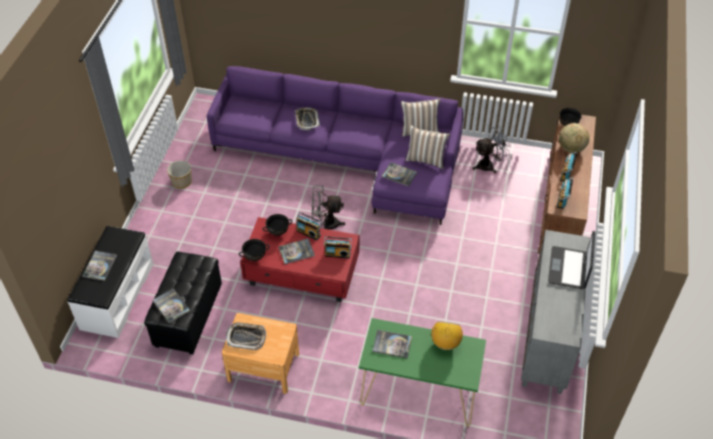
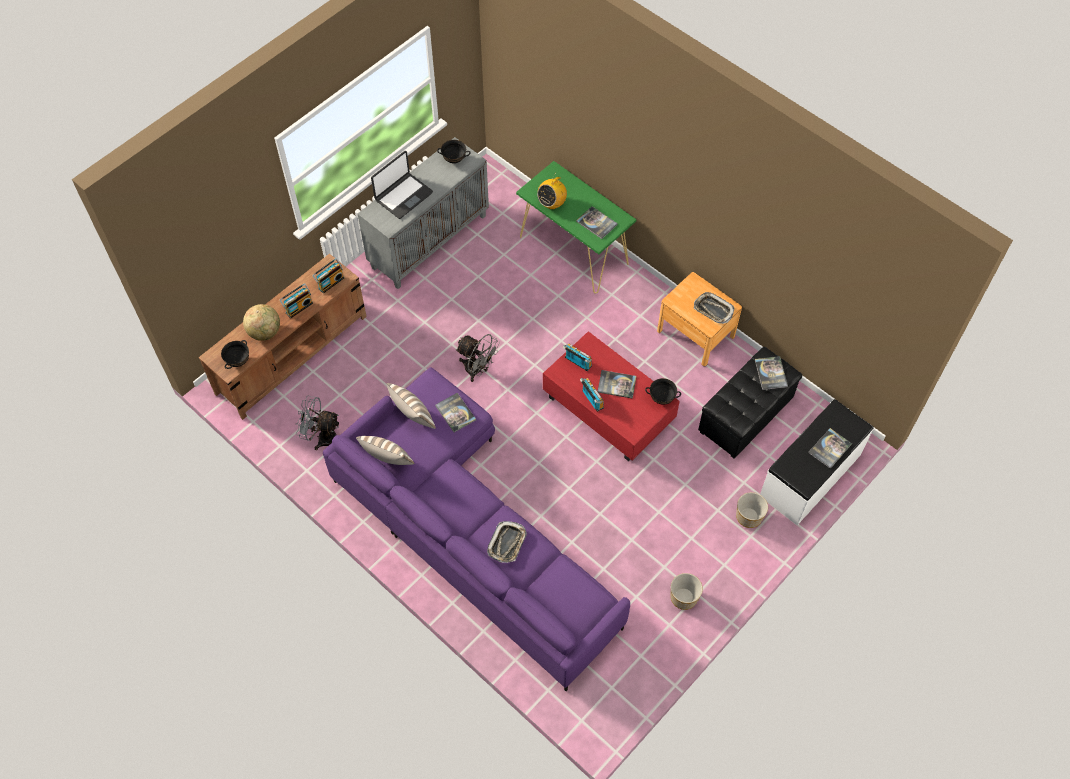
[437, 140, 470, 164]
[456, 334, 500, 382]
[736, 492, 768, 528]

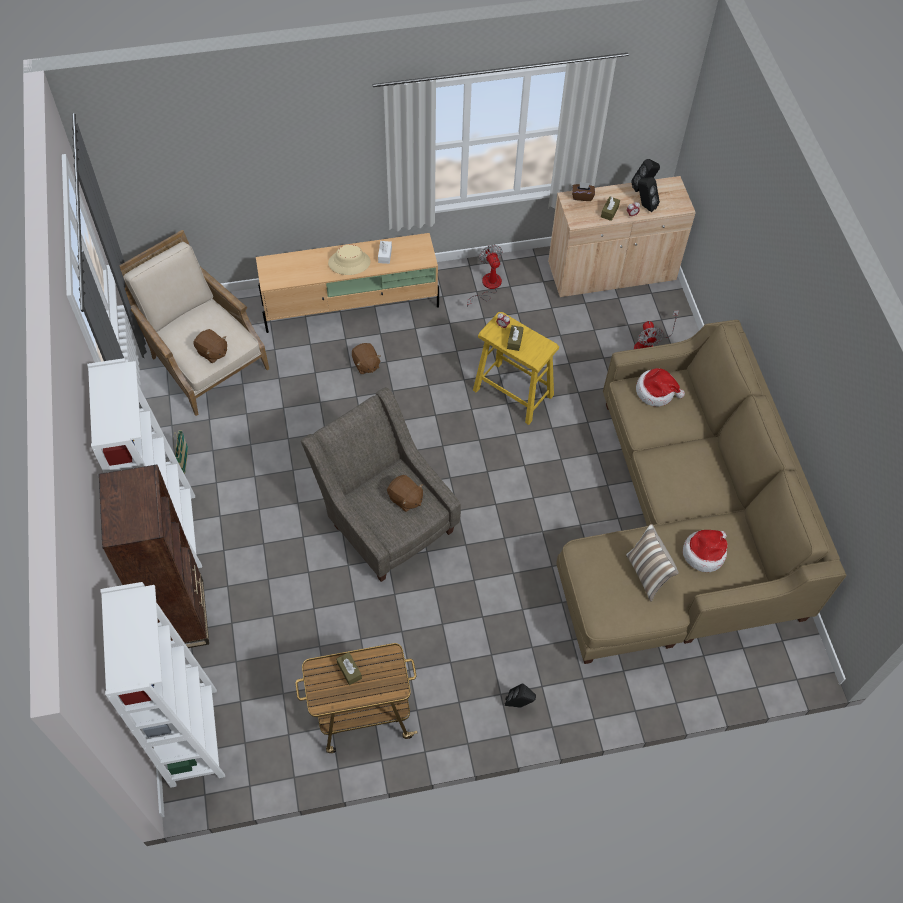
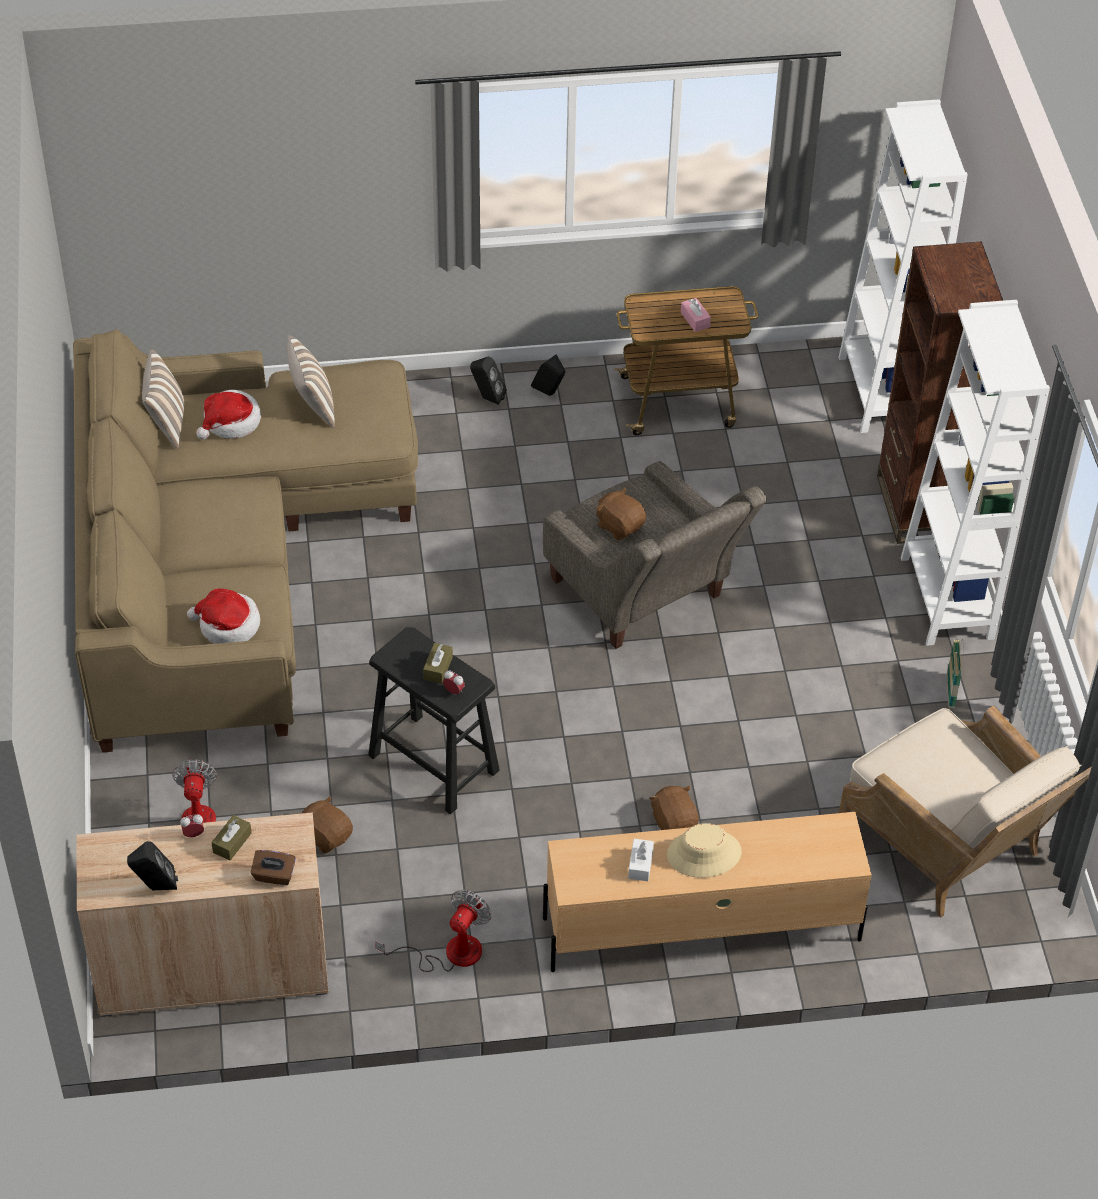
[302, 796, 353, 853]
[681, 298, 711, 332]
[375, 890, 491, 972]
[368, 627, 500, 814]
[531, 354, 565, 396]
[142, 349, 184, 449]

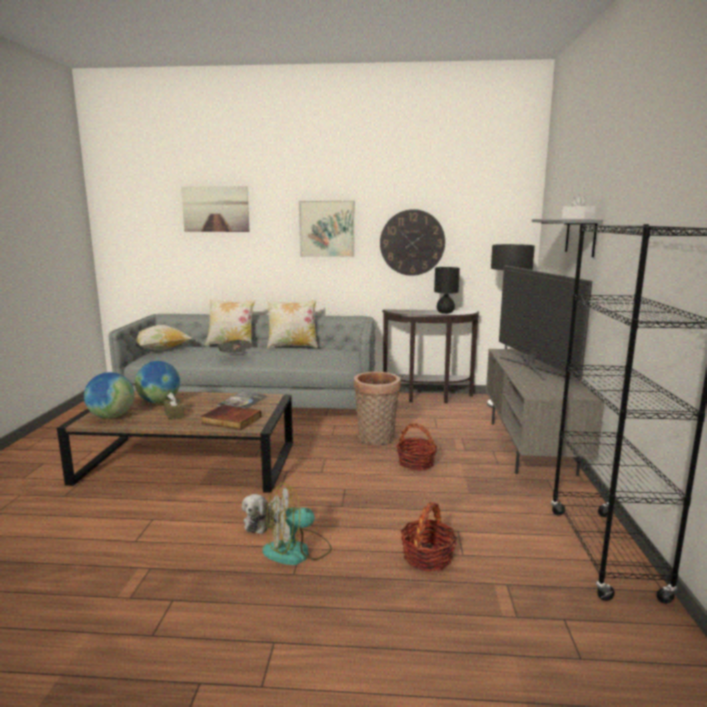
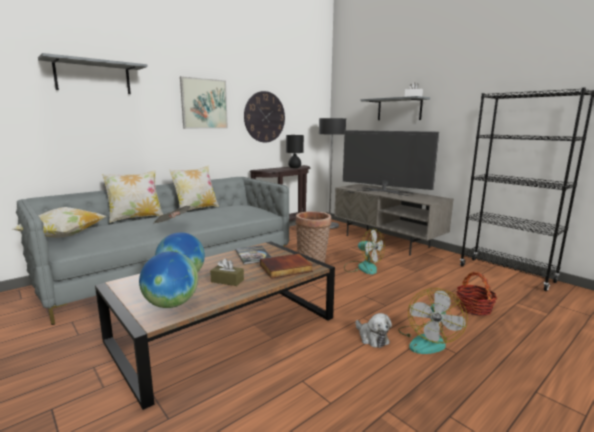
[38, 53, 148, 94]
[344, 229, 385, 274]

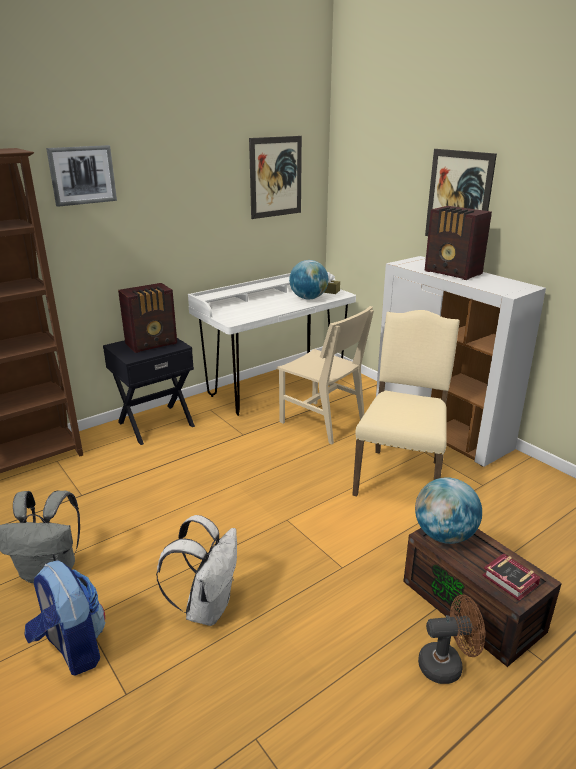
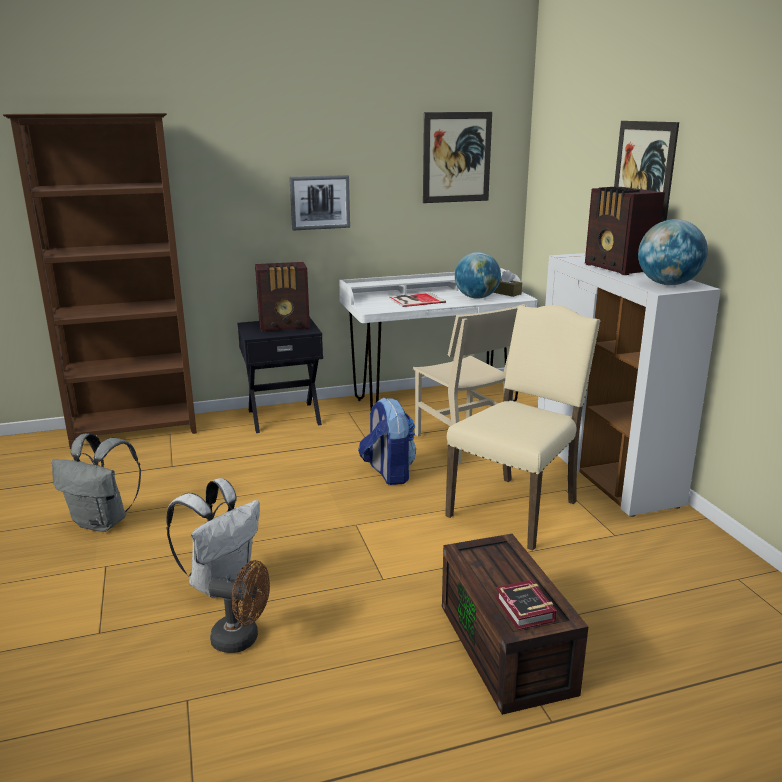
[358, 398, 416, 485]
[289, 175, 350, 230]
[638, 219, 708, 285]
[209, 560, 270, 653]
[389, 293, 446, 307]

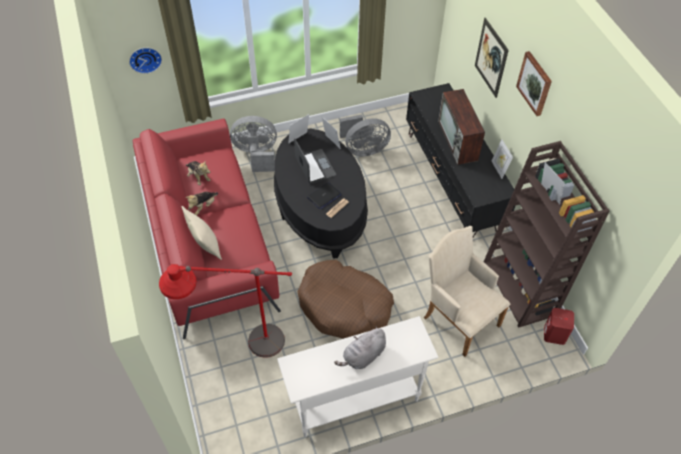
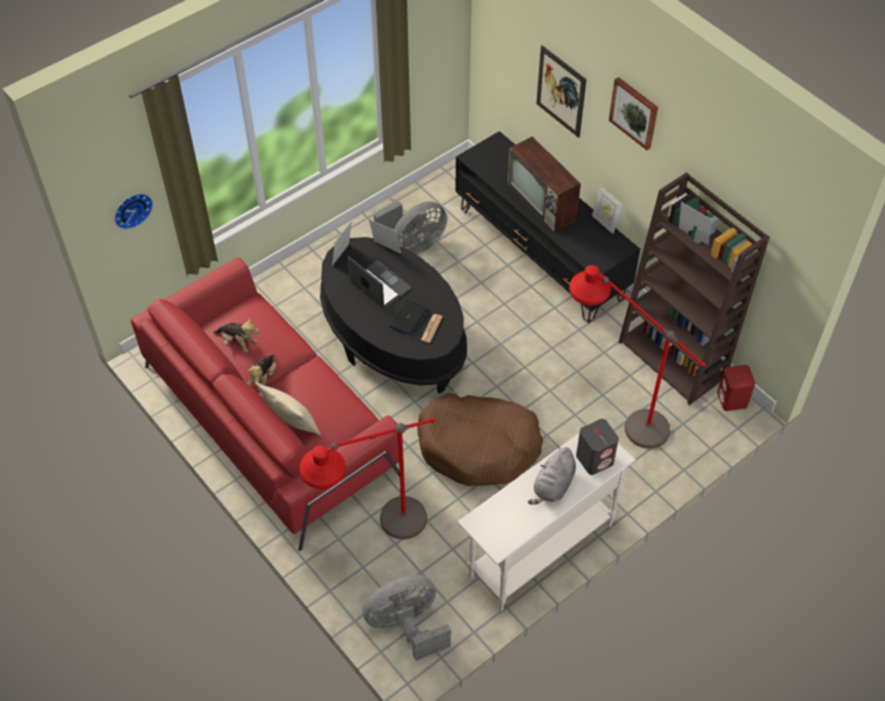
[362, 575, 451, 661]
[569, 265, 706, 449]
[576, 419, 619, 475]

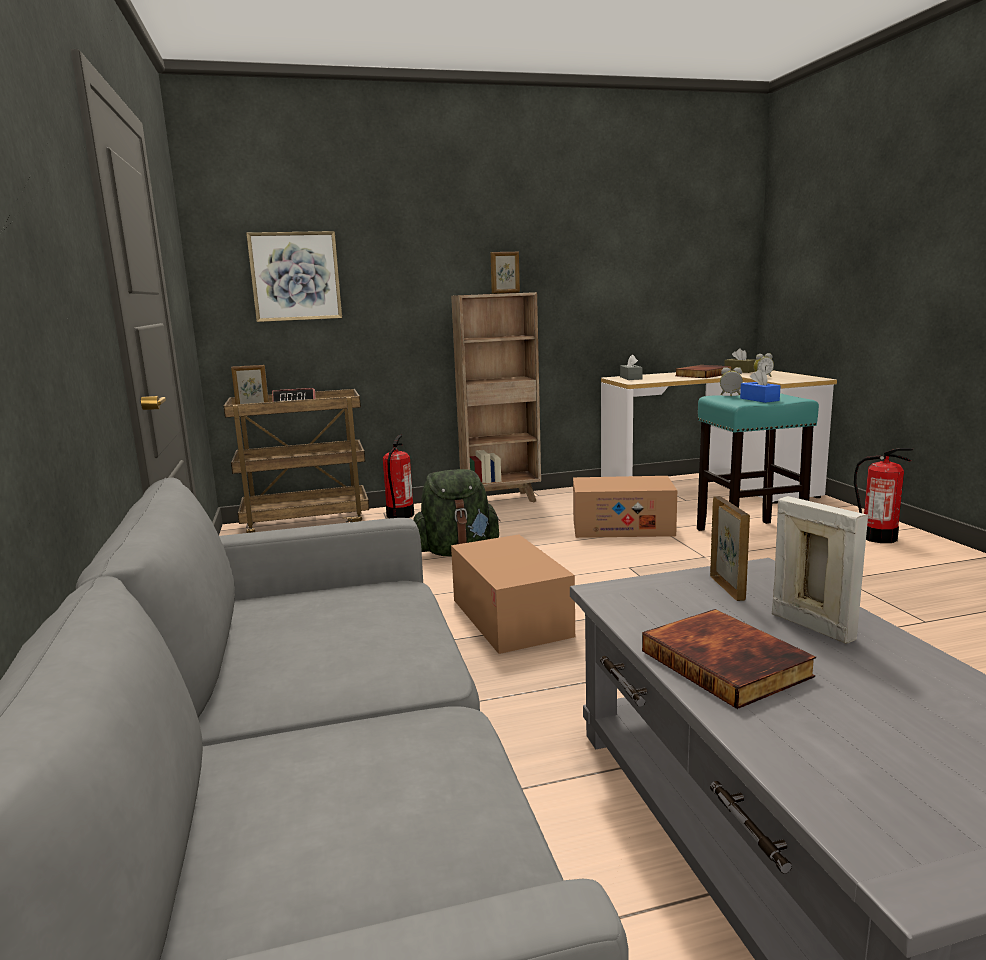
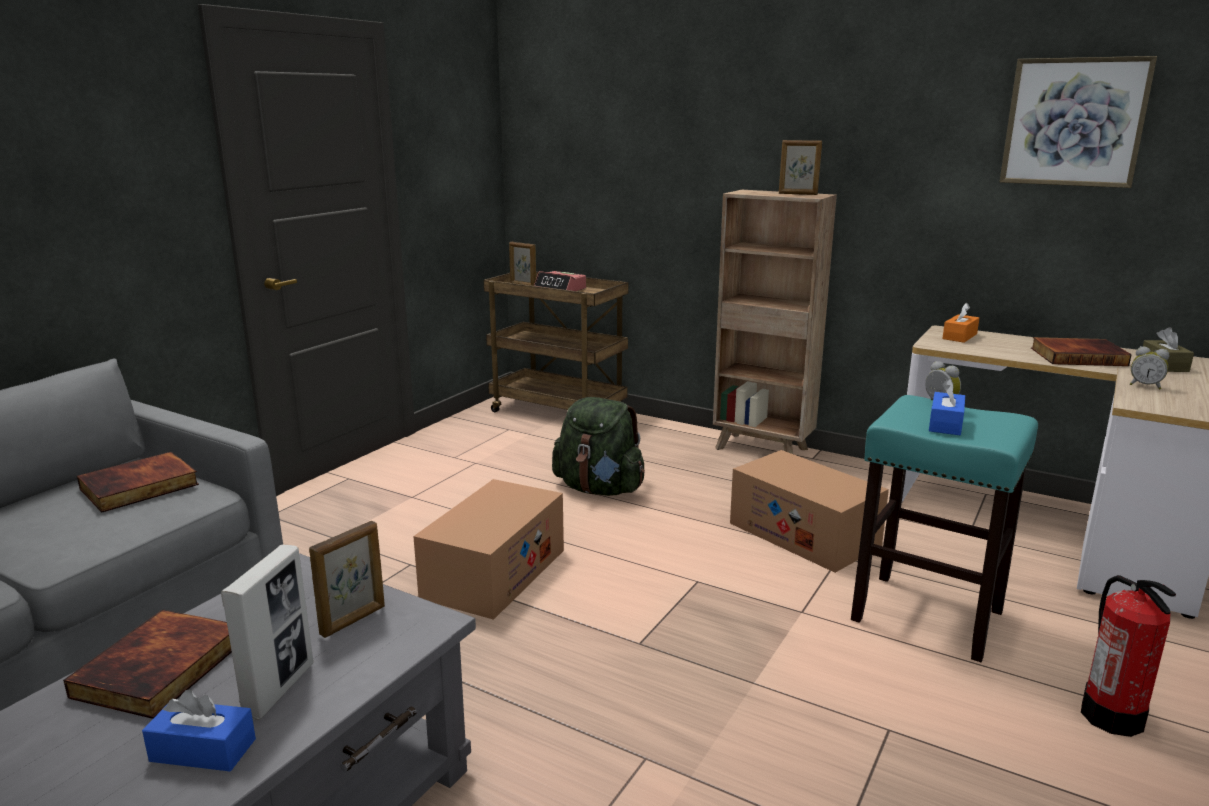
[1000, 56, 1157, 188]
[383, 435, 414, 518] (first image)
[942, 303, 979, 343]
[77, 452, 199, 513]
[142, 690, 256, 772]

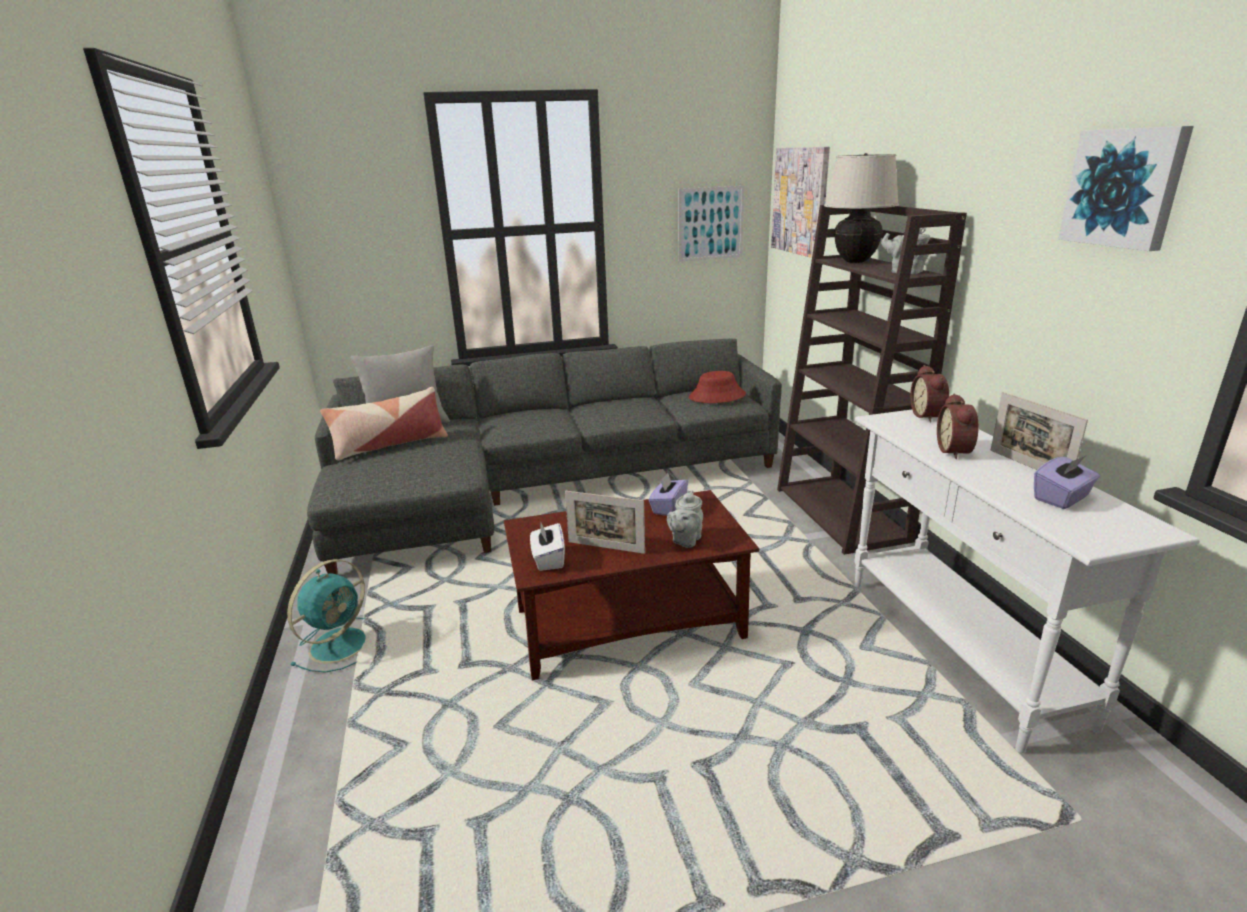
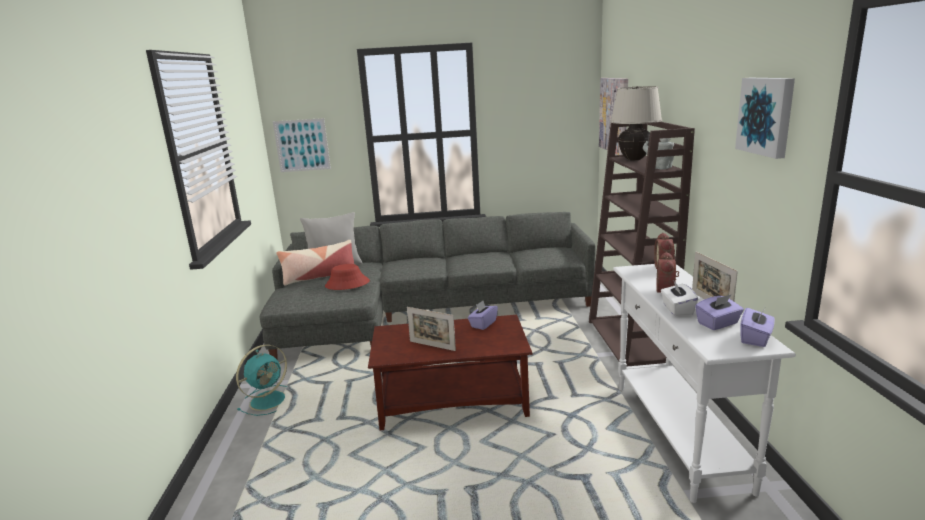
[661, 280, 698, 316]
[667, 490, 703, 548] (first image)
[273, 118, 331, 172]
[325, 264, 370, 290]
[740, 308, 775, 347]

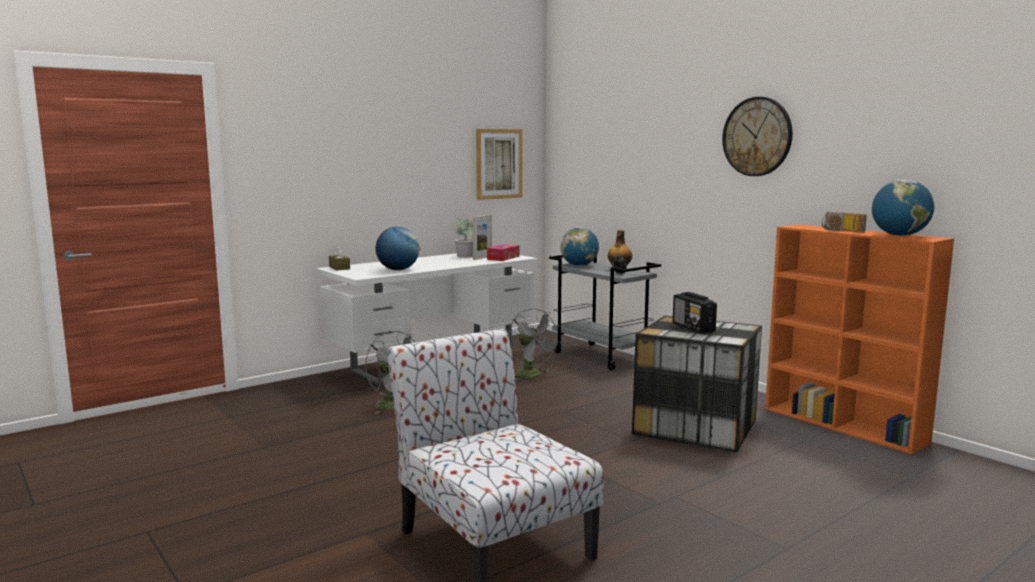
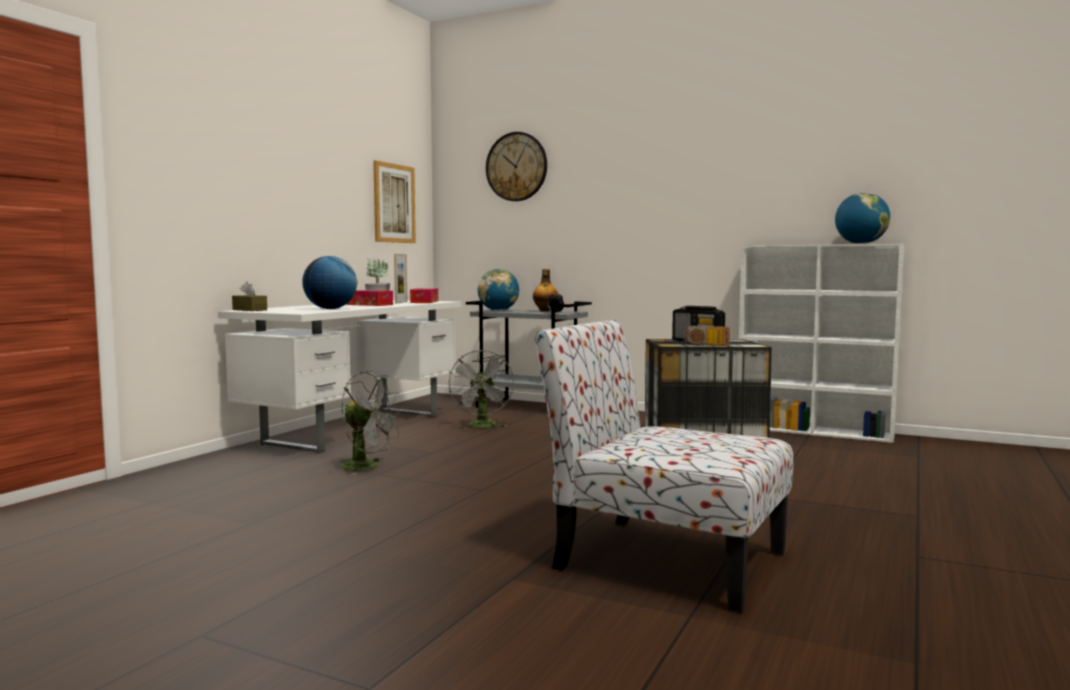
[449, 350, 514, 428]
[486, 132, 547, 201]
[739, 243, 904, 443]
[683, 326, 730, 346]
[347, 290, 393, 306]

